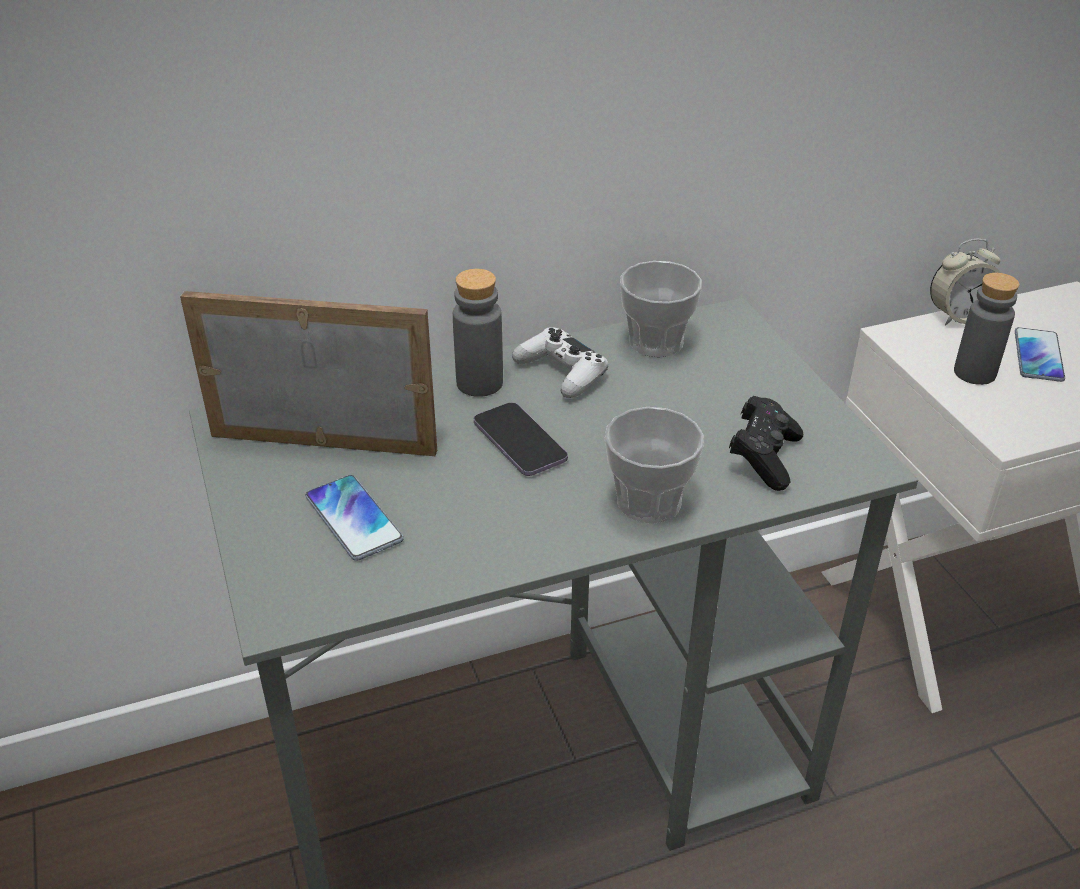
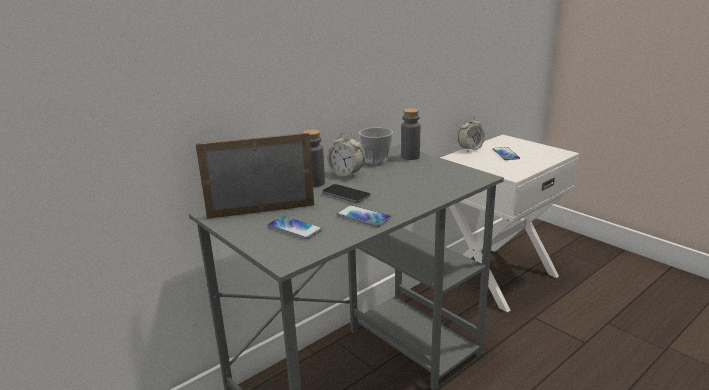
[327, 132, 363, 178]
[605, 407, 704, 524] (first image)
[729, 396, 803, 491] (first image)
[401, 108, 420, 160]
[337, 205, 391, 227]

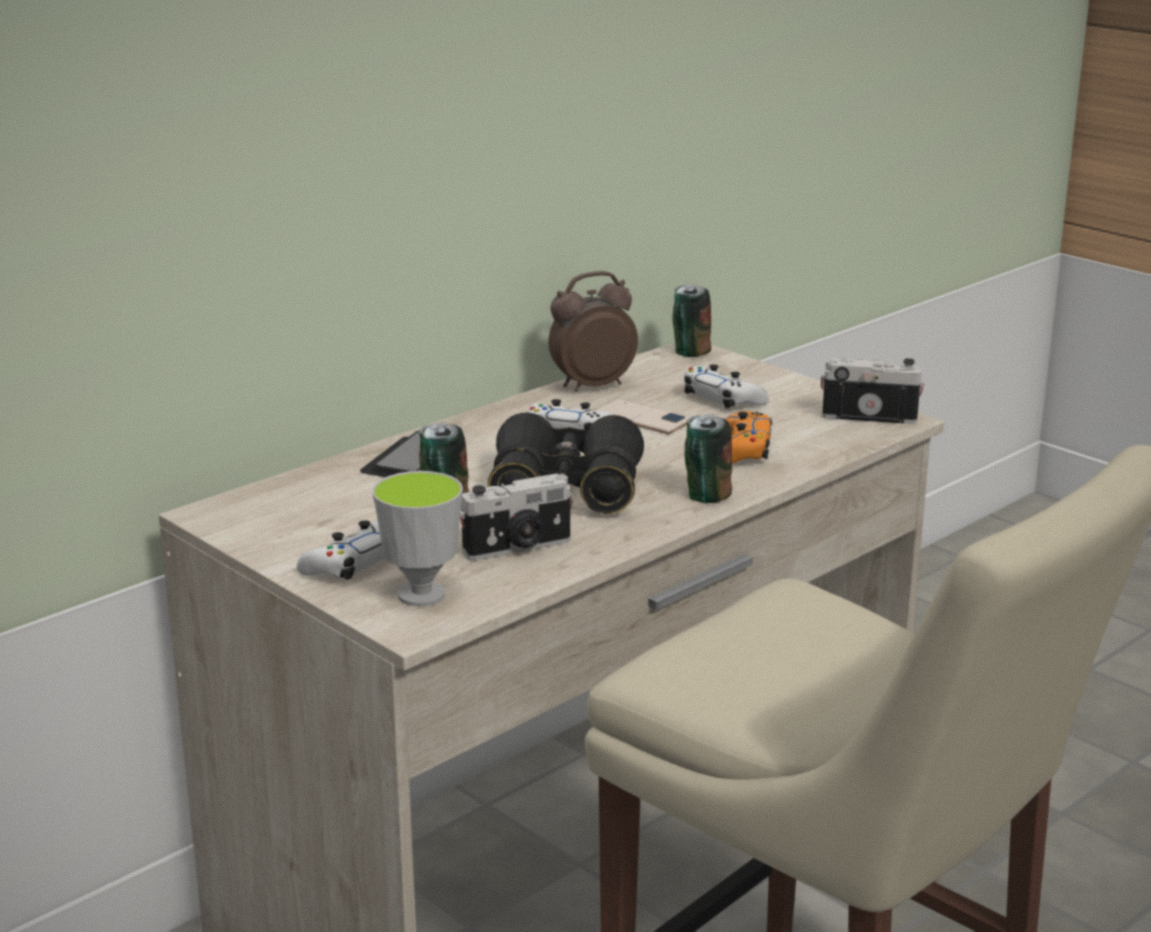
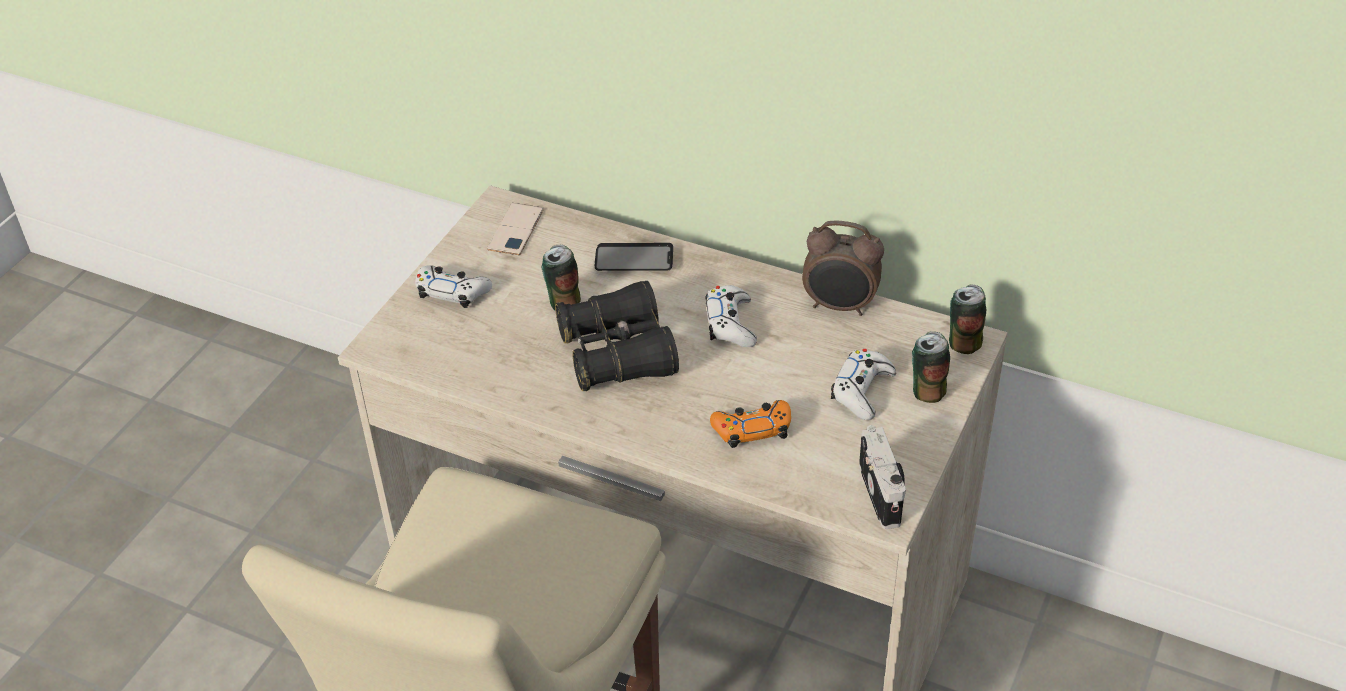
[372, 471, 463, 606] (first image)
[460, 473, 573, 561] (first image)
[802, 220, 884, 316]
[487, 203, 544, 255]
[912, 331, 950, 403]

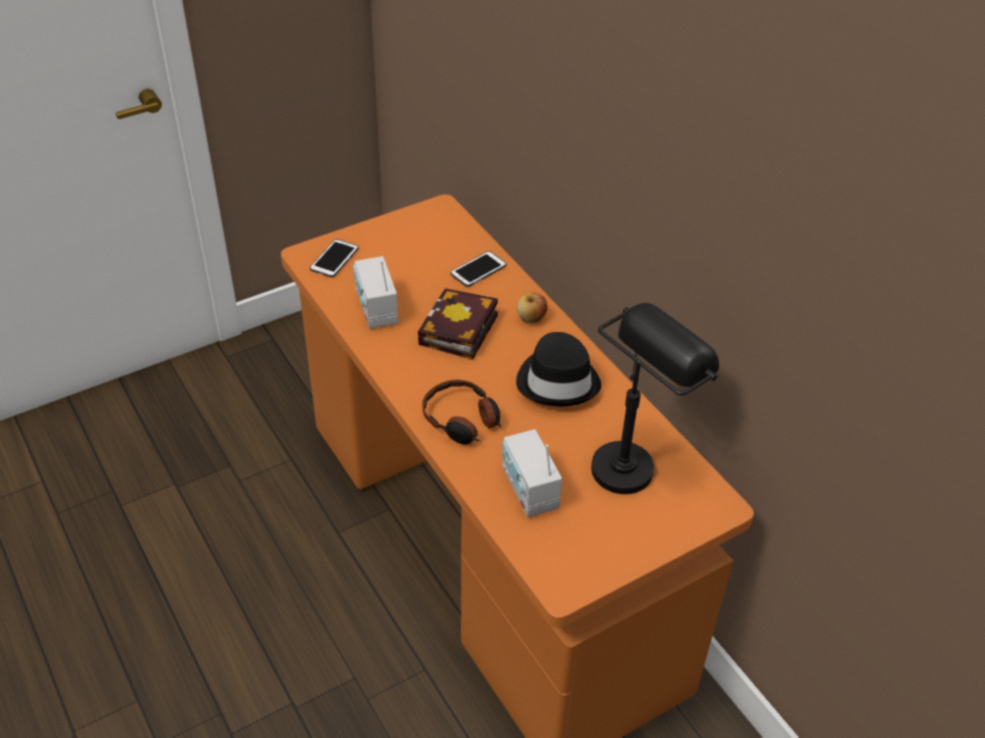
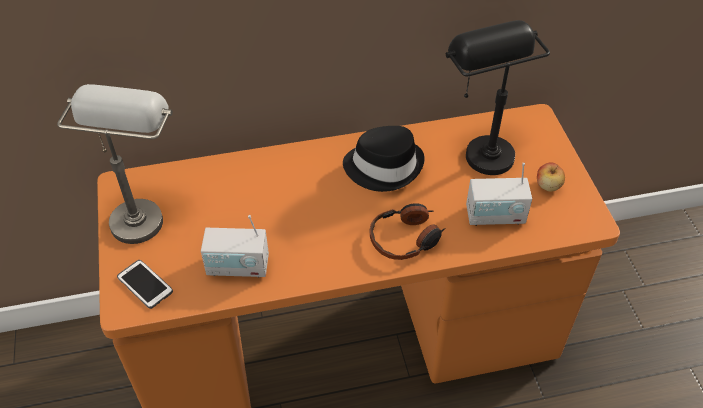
[418, 288, 498, 360] (first image)
[450, 251, 506, 287] (first image)
[537, 162, 565, 192]
[57, 84, 173, 244]

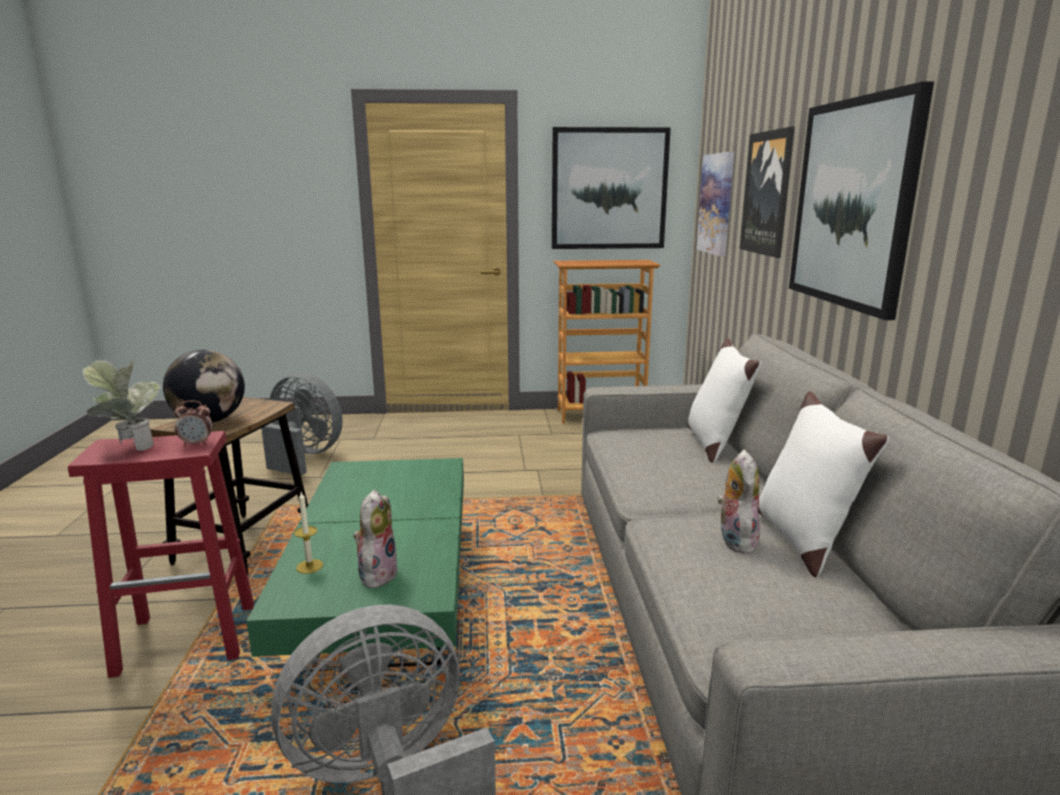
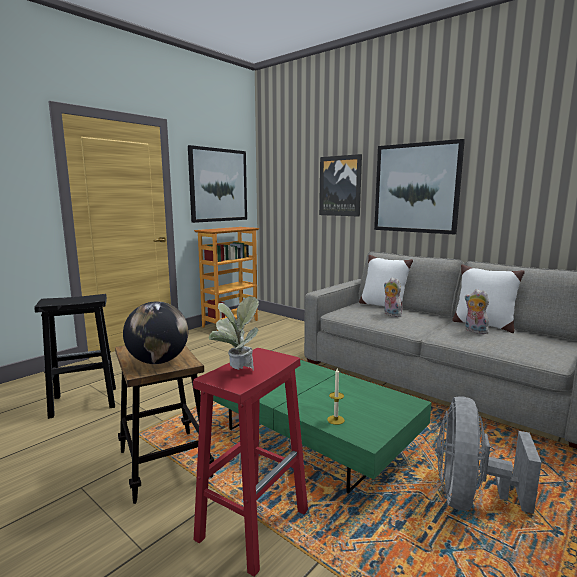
[174, 400, 213, 446] (first image)
[34, 294, 116, 419]
[384, 277, 402, 317]
[697, 152, 734, 256] (first image)

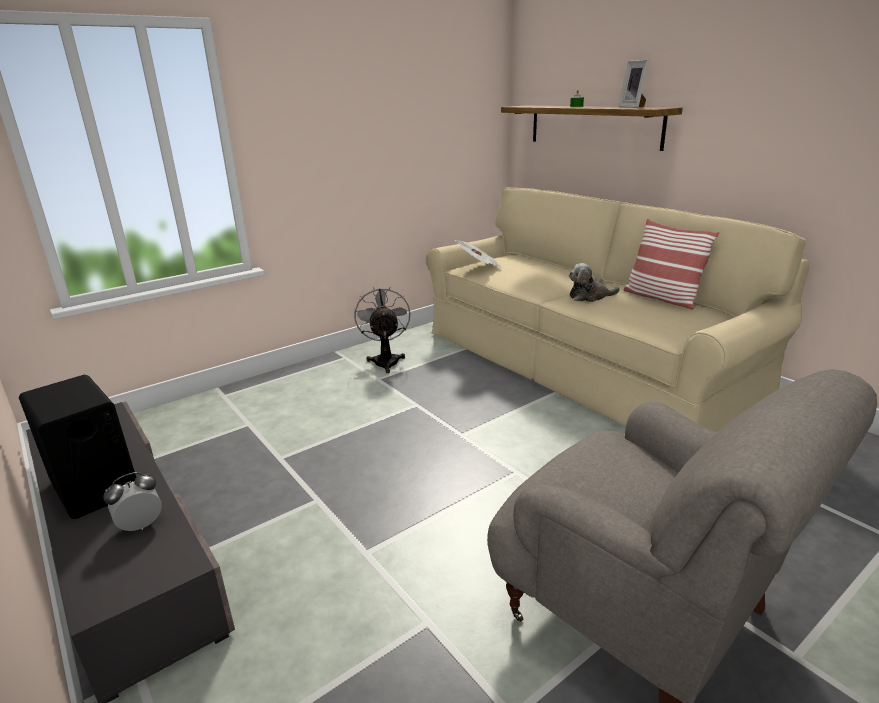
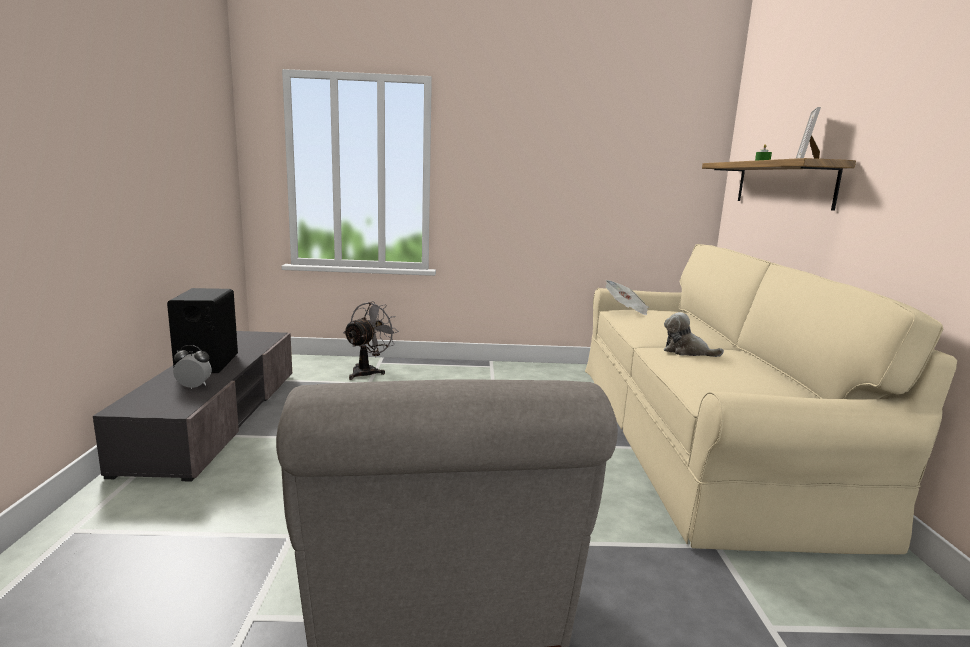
[343, 301, 399, 380]
[623, 219, 719, 310] (first image)

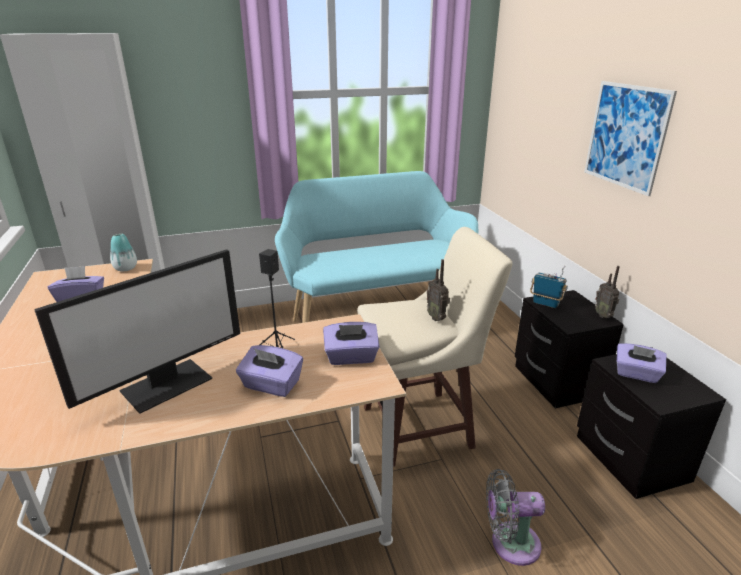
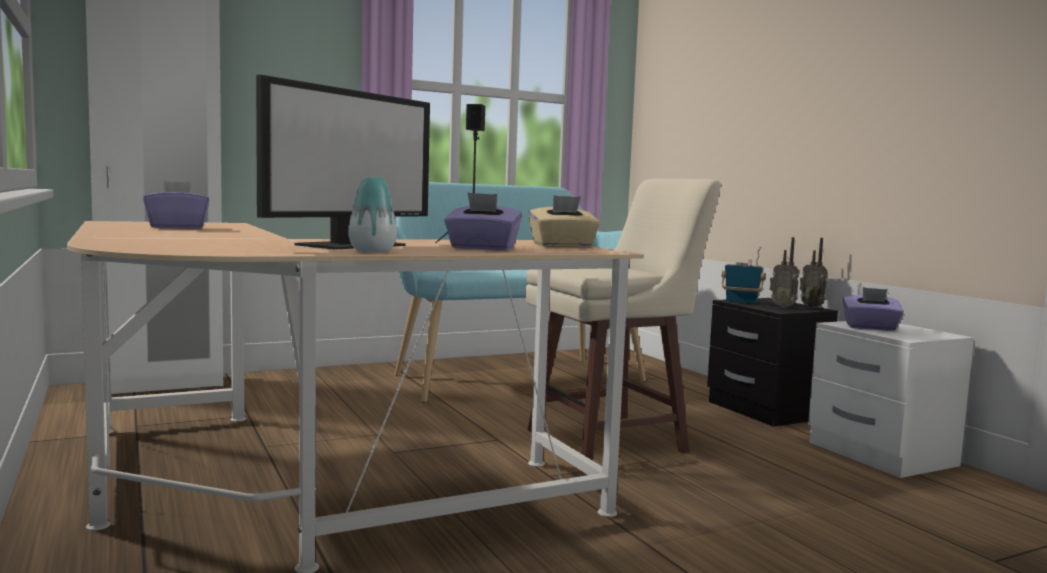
[348, 177, 397, 252]
[528, 195, 600, 248]
[770, 237, 799, 308]
[486, 469, 545, 566] (first image)
[808, 321, 974, 478]
[584, 81, 677, 196] (first image)

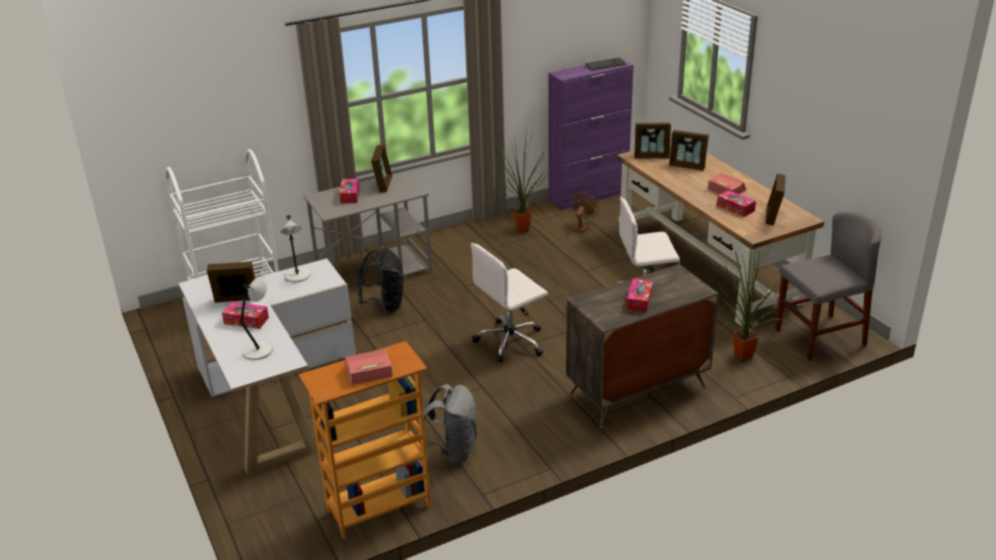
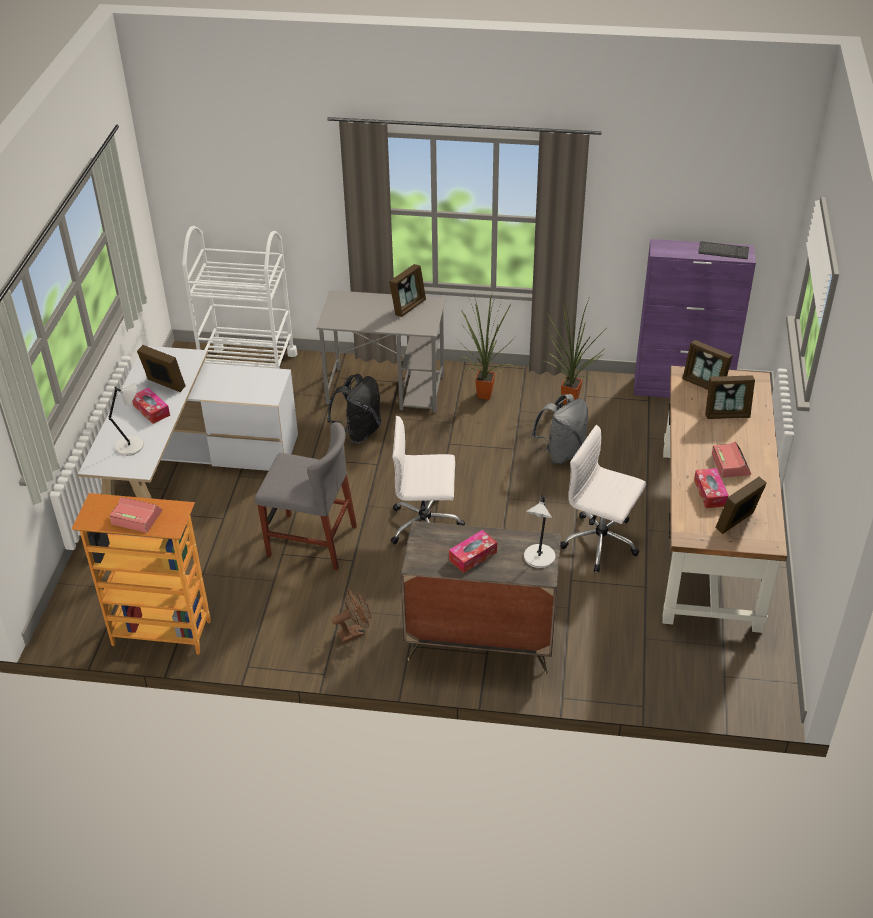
[524, 495, 556, 568]
[339, 179, 360, 204] (first image)
[531, 394, 588, 464]
[332, 590, 371, 643]
[705, 375, 755, 419]
[458, 292, 515, 400]
[255, 422, 357, 570]

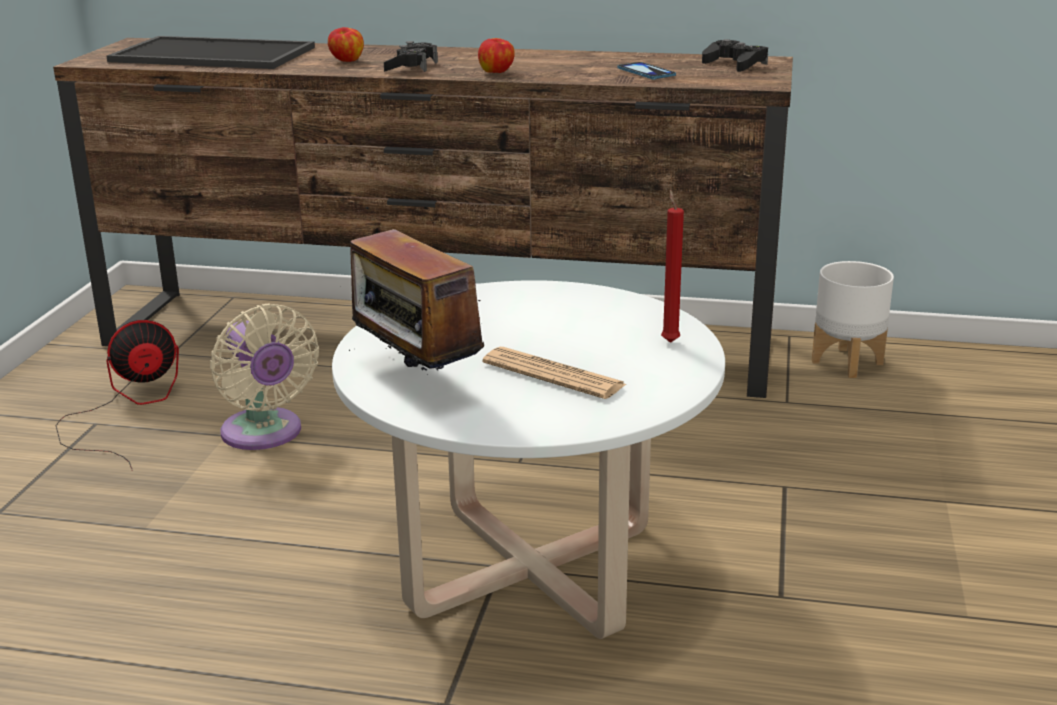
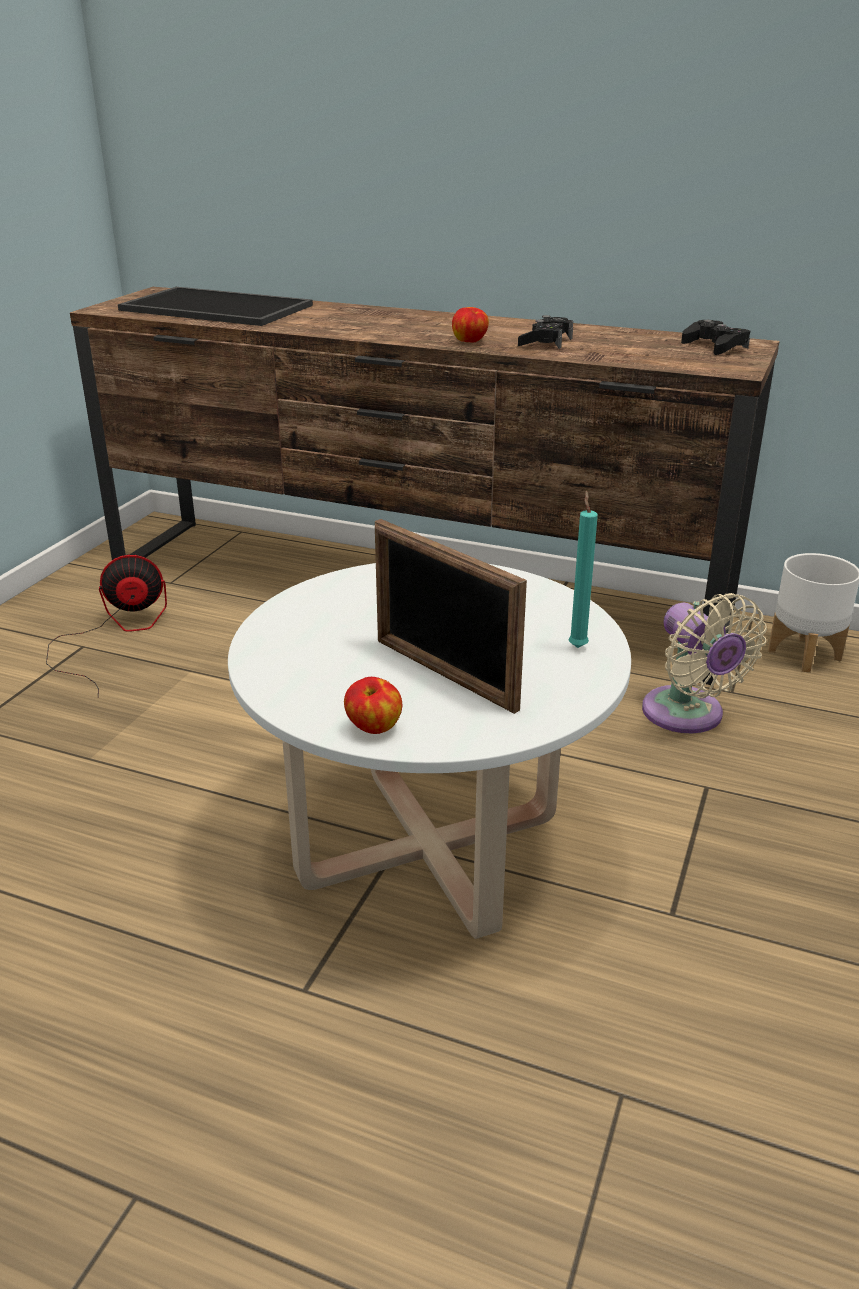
[642, 593, 767, 733]
[344, 677, 402, 734]
[349, 206, 484, 375] (first image)
[518, 315, 573, 349]
[375, 519, 527, 714]
[617, 62, 676, 80] (first image)
[569, 490, 598, 648]

